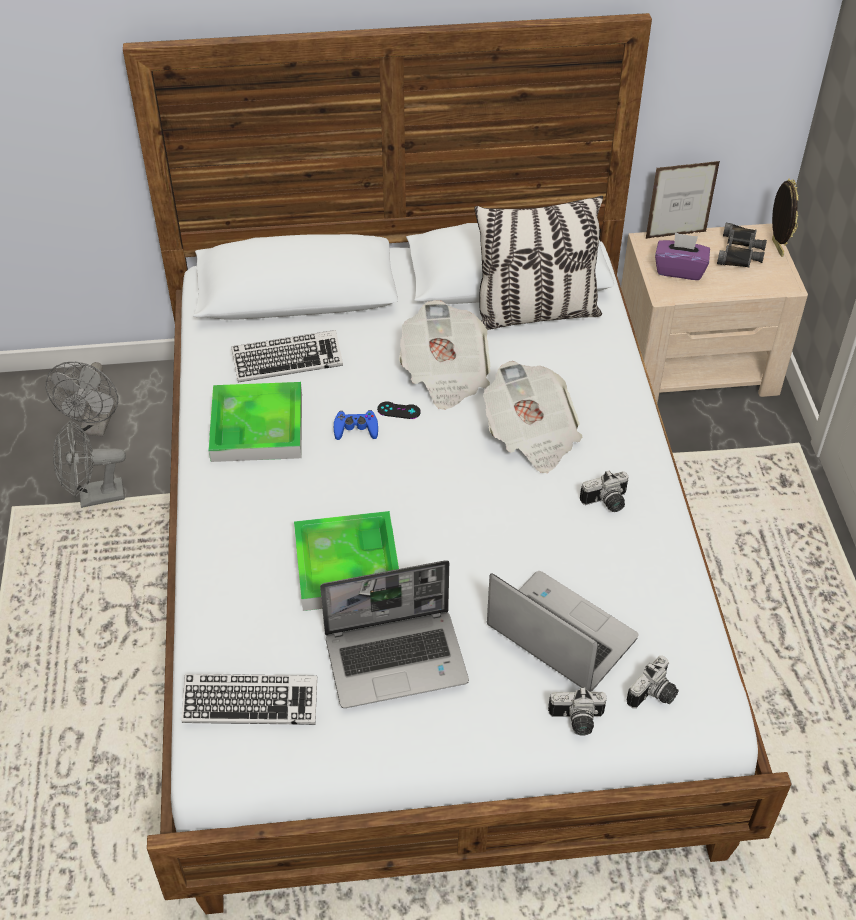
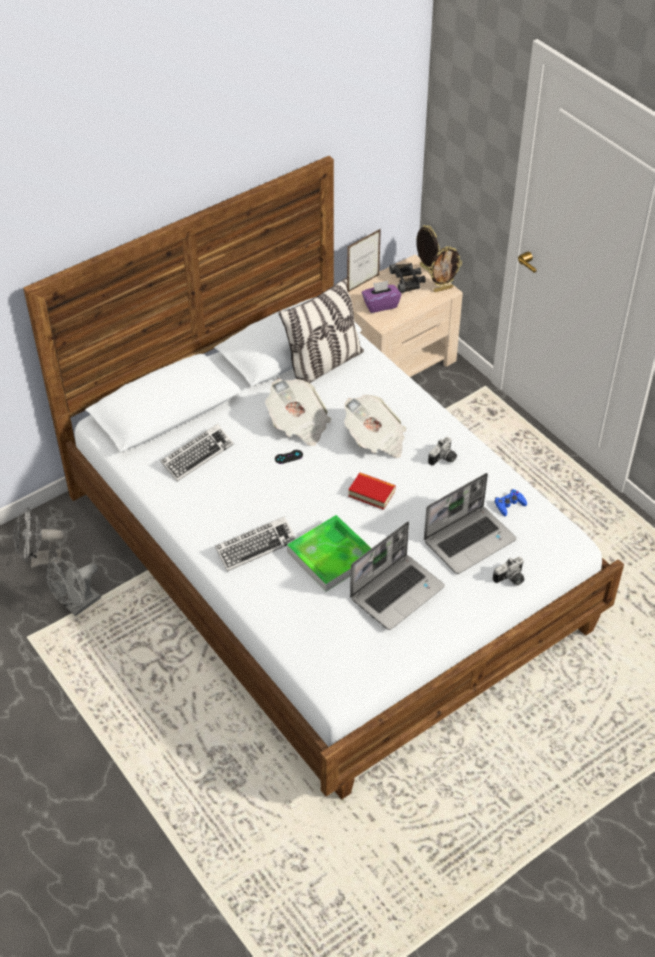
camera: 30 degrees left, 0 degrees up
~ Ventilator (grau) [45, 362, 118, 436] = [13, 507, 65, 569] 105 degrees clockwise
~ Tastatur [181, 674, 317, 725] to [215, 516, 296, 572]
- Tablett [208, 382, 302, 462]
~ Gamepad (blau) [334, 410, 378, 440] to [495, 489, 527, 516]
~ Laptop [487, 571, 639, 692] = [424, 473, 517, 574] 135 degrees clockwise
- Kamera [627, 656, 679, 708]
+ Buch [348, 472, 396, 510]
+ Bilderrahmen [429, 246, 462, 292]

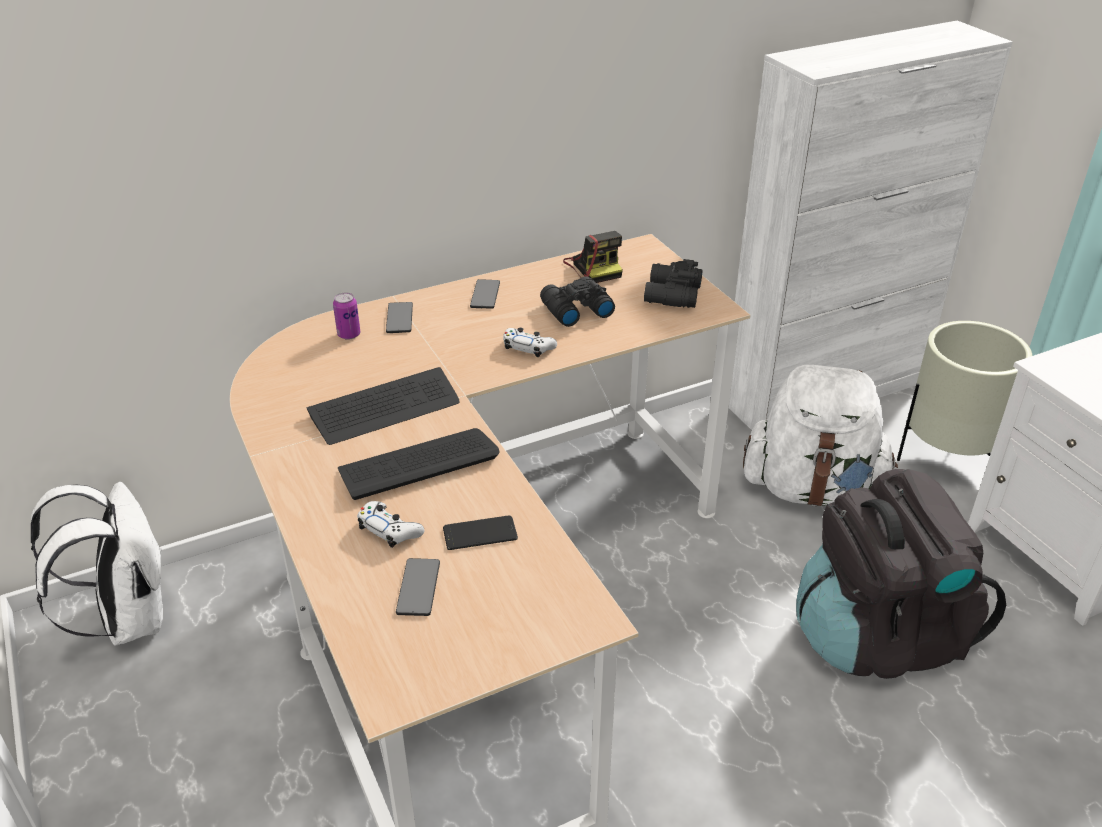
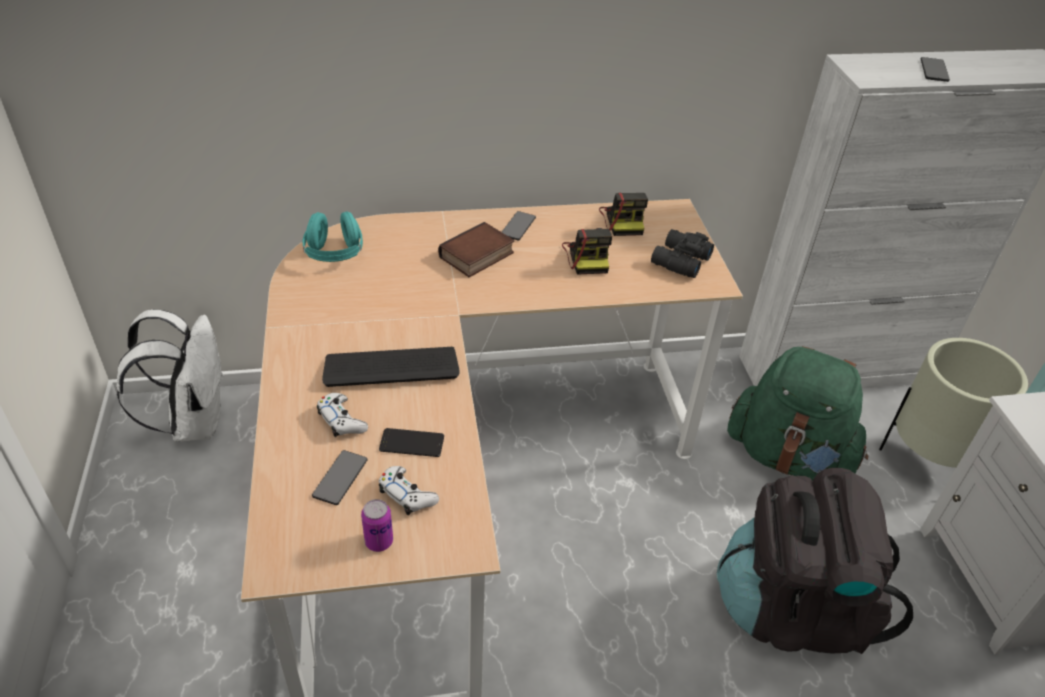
camera: 15 degrees right, 5 degrees up
- Tastatur [307, 367, 459, 445]
~ Dose [333, 292, 360, 340] to [361, 499, 393, 552]
~ Handy [386, 302, 413, 333] to [921, 57, 950, 82]
~ Gamepad (weiß) [503, 328, 557, 357] to [379, 466, 439, 515]
~ Fernglas (schwarz) [540, 276, 615, 327] to Kamera [562, 228, 612, 275]
~ Rucksack (weiß) [743, 365, 898, 507] to Rucksack (grün) [727, 346, 868, 481]
+ Kopfhörer (türkis) [303, 211, 363, 262]
+ Buch [438, 222, 514, 277]

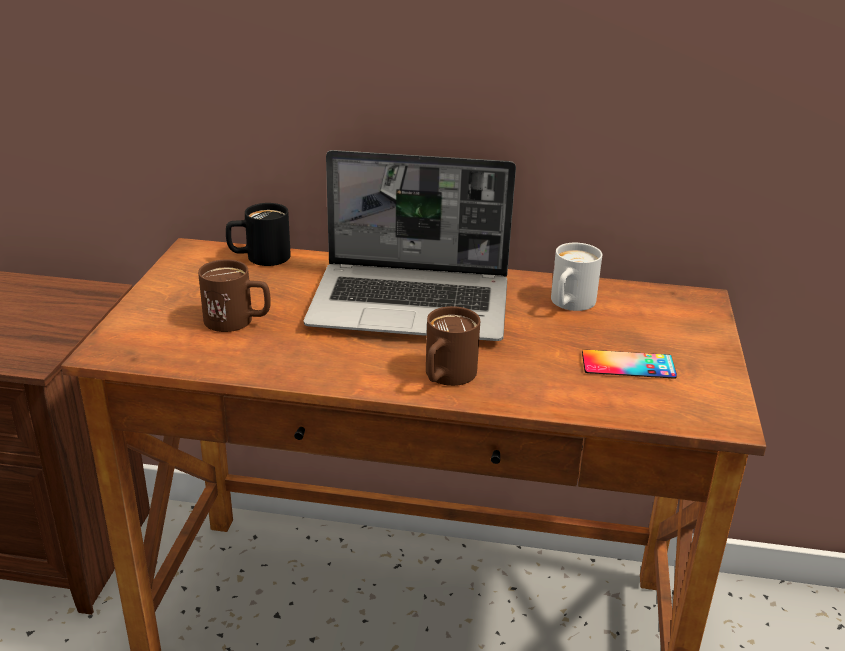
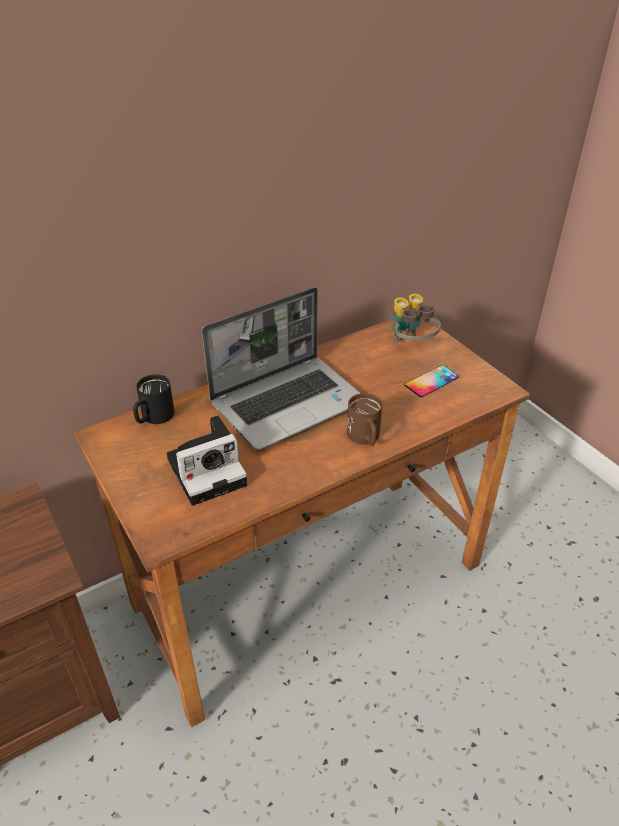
camera: 40 degrees left, 10 degrees up
~ Henkelbecher (braun) [198, 259, 271, 332] to Kamera [167, 415, 247, 506]
- Henkelbecher (weiß) [551, 243, 602, 311]
+ Fernglas [393, 294, 440, 342]

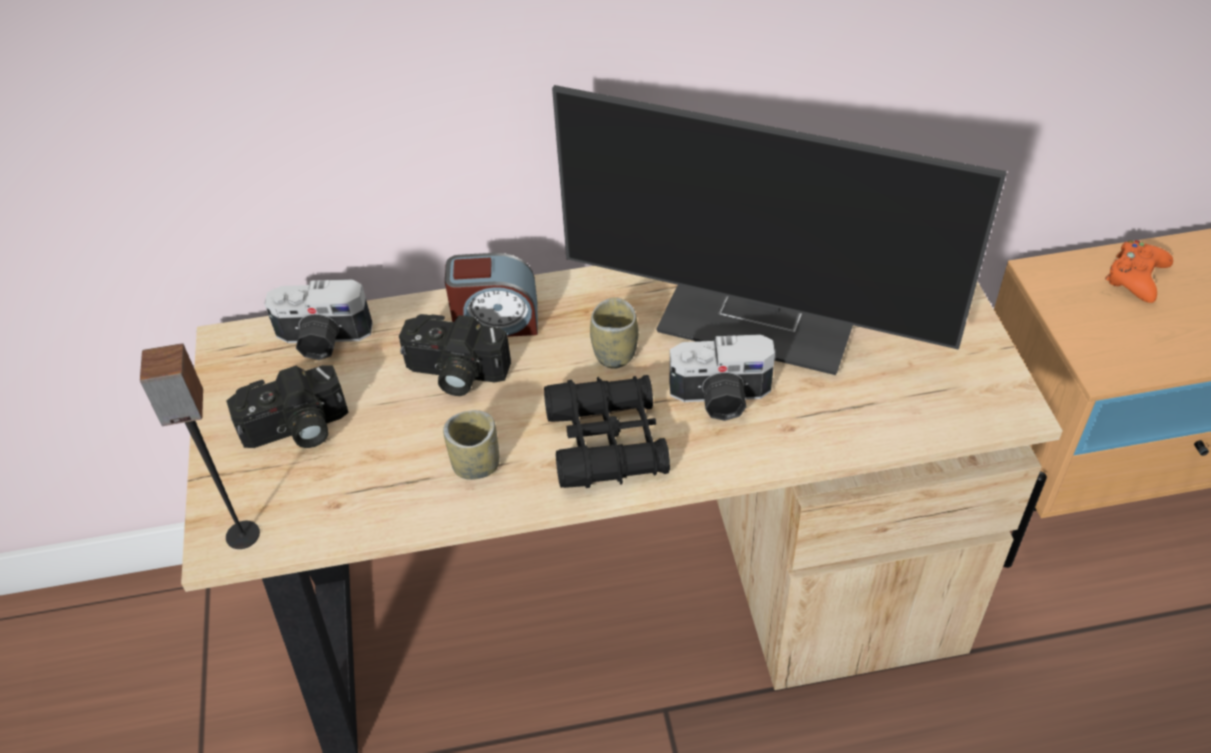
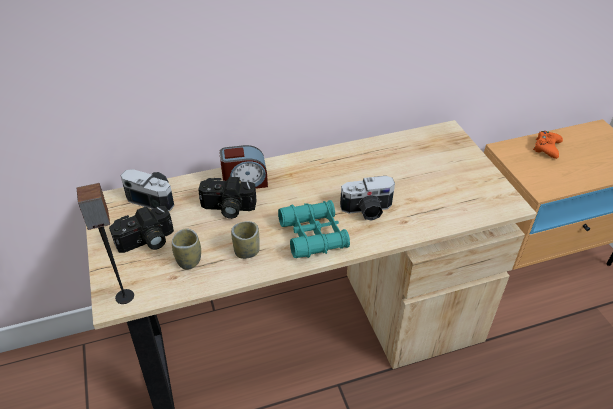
camera: 10 degrees left, 5 degrees down
~ Kamera [264, 279, 373, 360] = [120, 169, 174, 211] 150 degrees counterclockwise
~ Fernglas (schwarz) [544, 375, 670, 488] to Fernglas (türkis) [278, 200, 350, 258]
- Monitor [552, 85, 1007, 375]
~ Tasse [590, 297, 639, 369] to [172, 228, 201, 270]

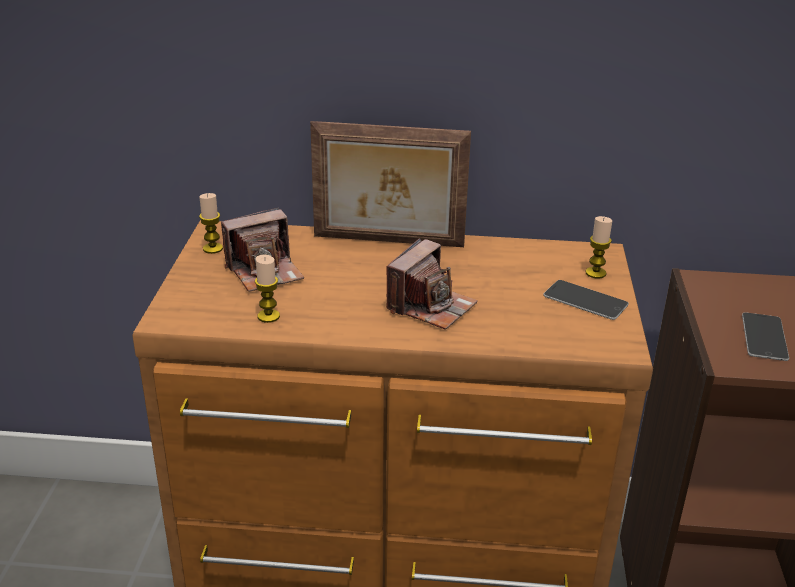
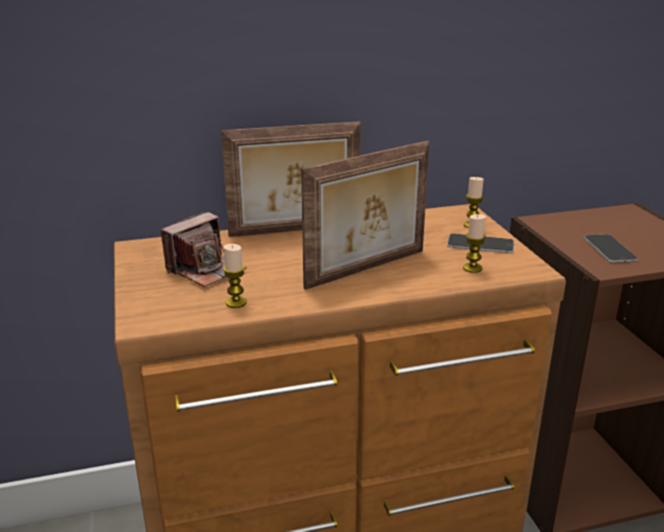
camera: 20 degrees left, 5 degrees down
~ Kerze [199, 193, 223, 254] to [463, 214, 486, 273]
~ Kamera [386, 238, 478, 330] to Bilderrahmen [301, 141, 430, 290]

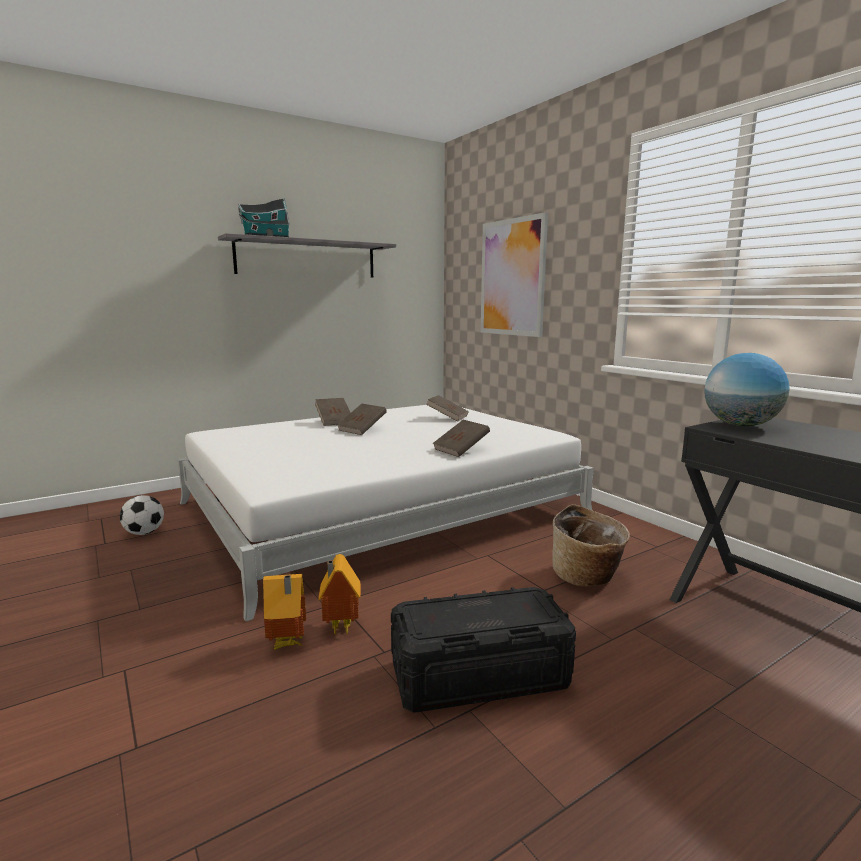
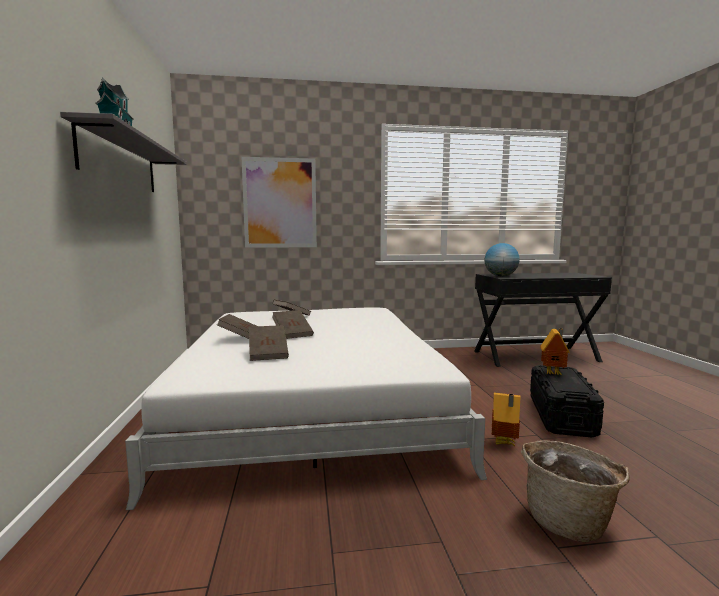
camera: 65 degrees left, 5 degrees down
- Fußball [120, 495, 164, 535]
~ Spielzeughaus [263, 574, 306, 650] to [540, 328, 570, 375]
~ Buch (braun) [432, 420, 490, 457] to [249, 325, 289, 361]
~ Korb [552, 504, 630, 587] to [521, 440, 630, 542]

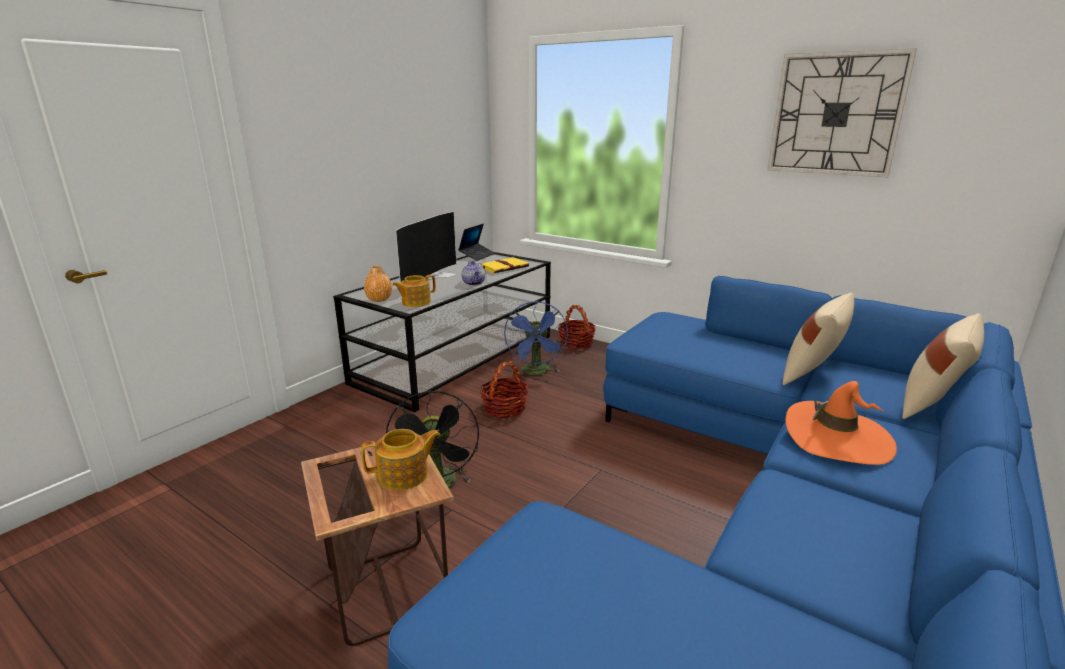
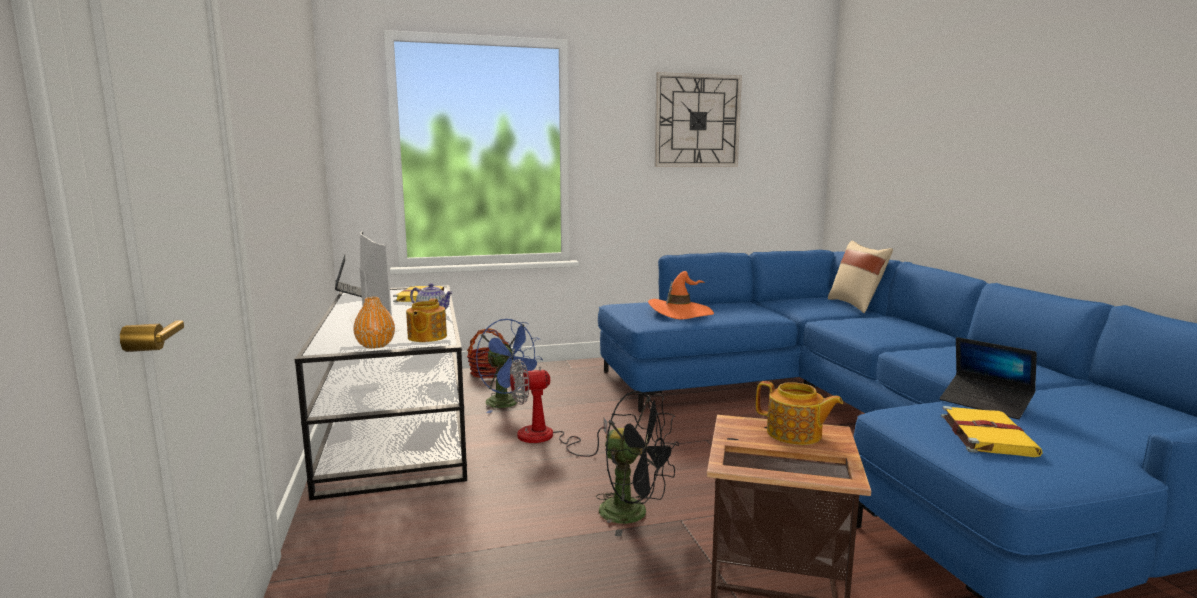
camera: 50 degrees left, 10 degrees down
~ Teekanne [361, 429, 440, 490] = [756, 381, 843, 445] 105 degrees clockwise
~ Korb [480, 361, 529, 418] to Ventilator [510, 359, 607, 457]
- Kissen (beige) [782, 293, 854, 385]
~ Hut (orange) [786, 381, 897, 465] to [648, 271, 714, 320]
+ Laptop [940, 337, 1037, 419]
+ Buch (gelb) [941, 406, 1043, 457]

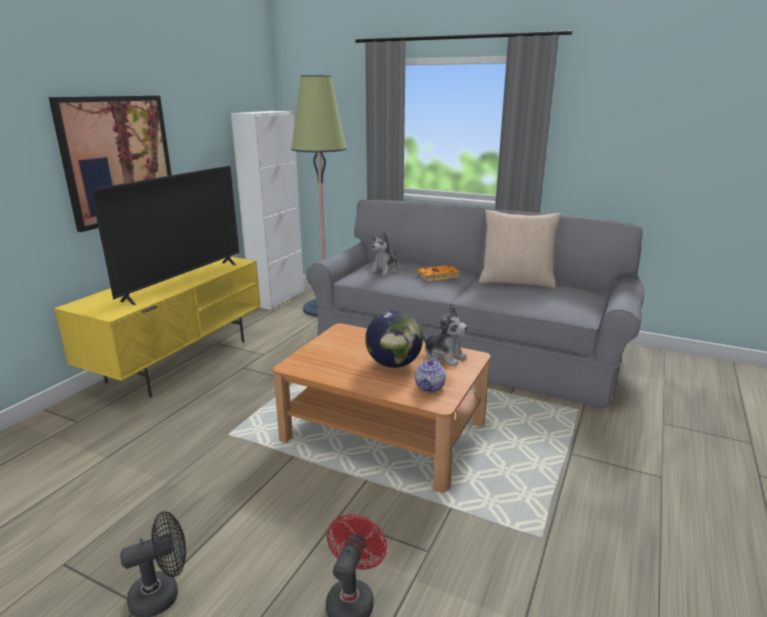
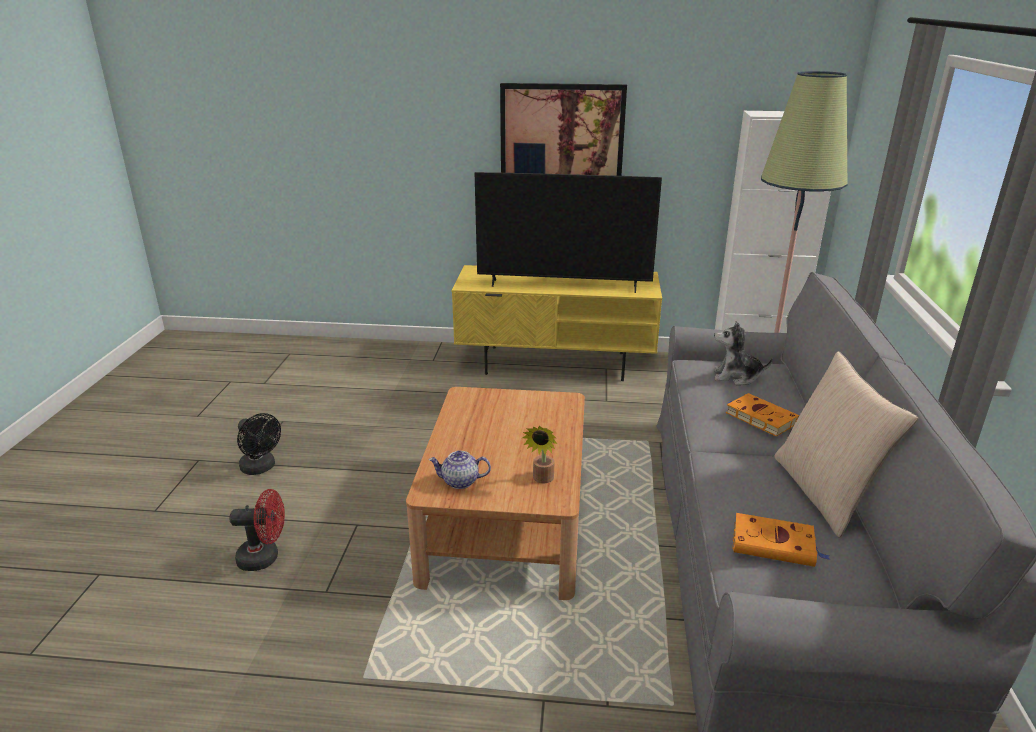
camera: 70 degrees right, 5 degrees up
- Globus [365, 310, 423, 368]
~ Plüschtier [422, 307, 468, 366] to Topfpflanze [522, 426, 557, 483]
+ Buch (orange) [732, 513, 830, 567]

